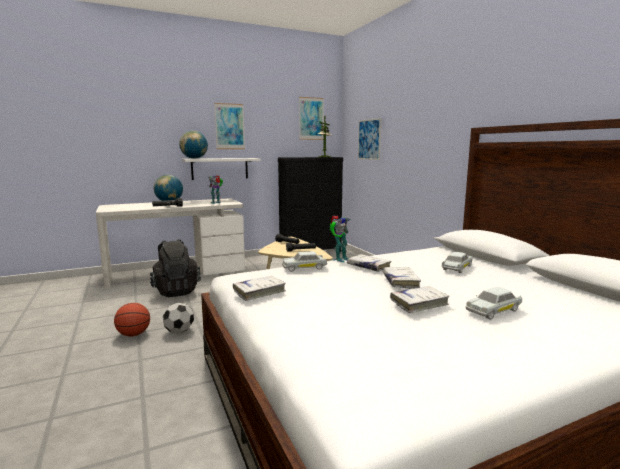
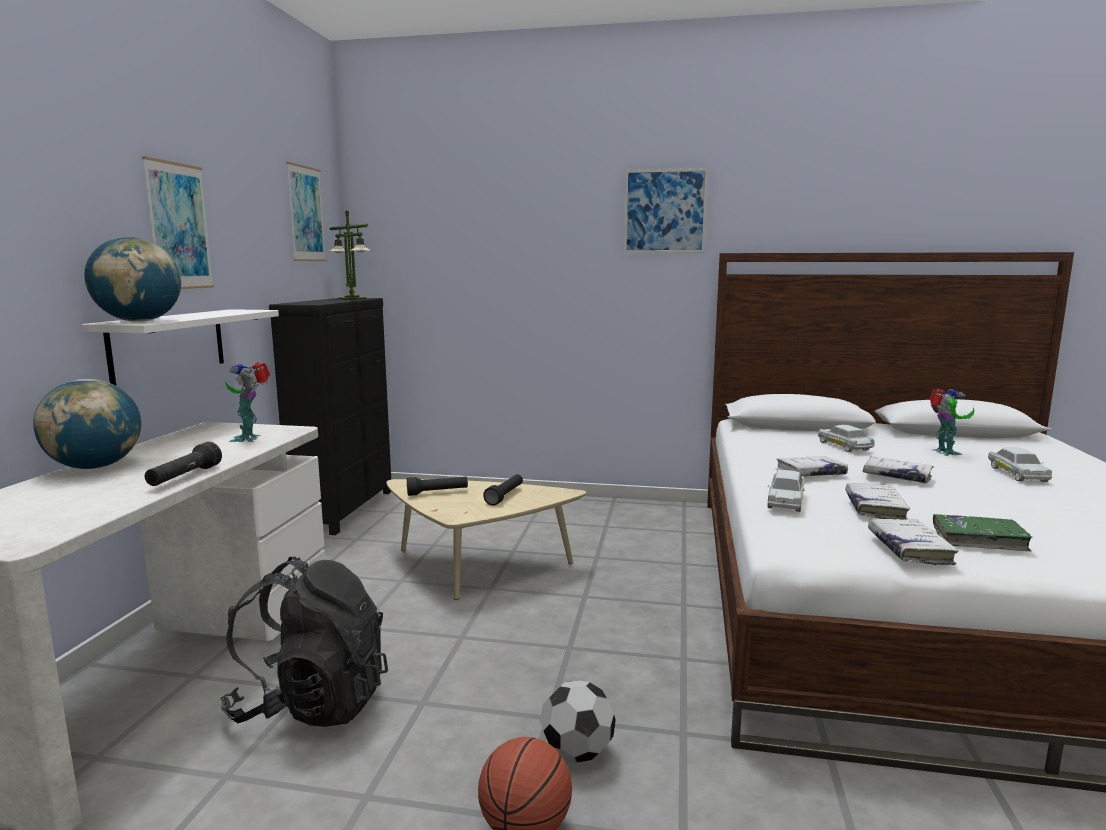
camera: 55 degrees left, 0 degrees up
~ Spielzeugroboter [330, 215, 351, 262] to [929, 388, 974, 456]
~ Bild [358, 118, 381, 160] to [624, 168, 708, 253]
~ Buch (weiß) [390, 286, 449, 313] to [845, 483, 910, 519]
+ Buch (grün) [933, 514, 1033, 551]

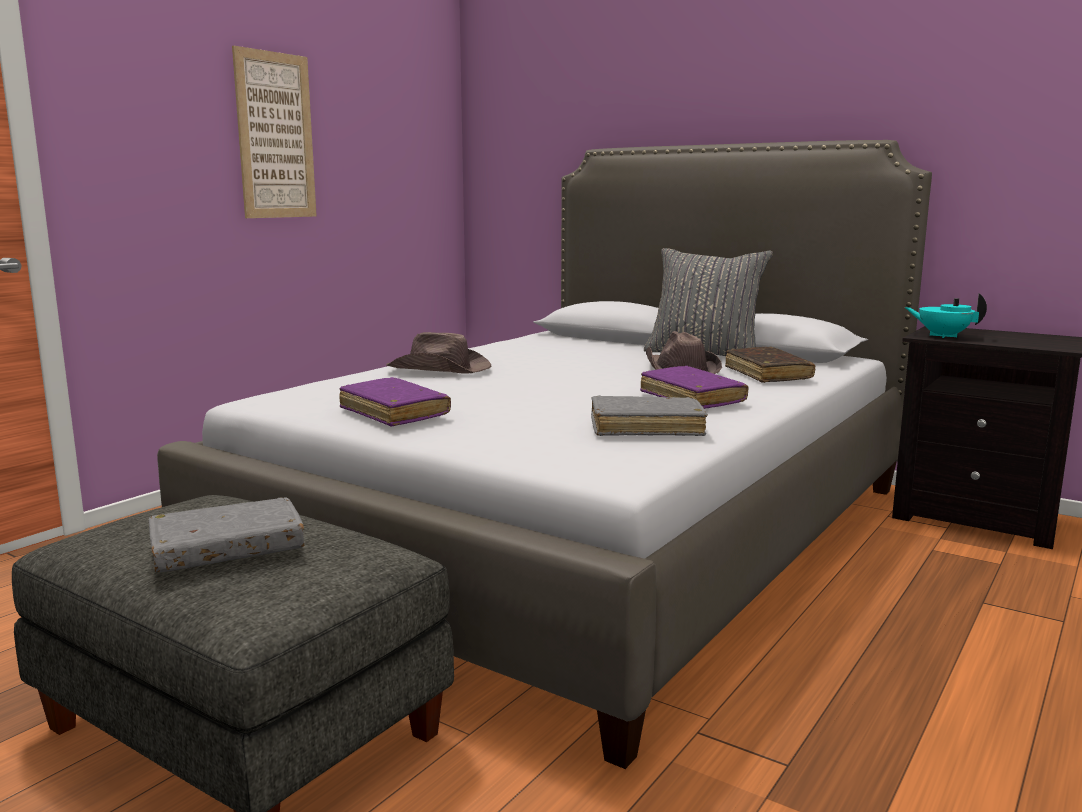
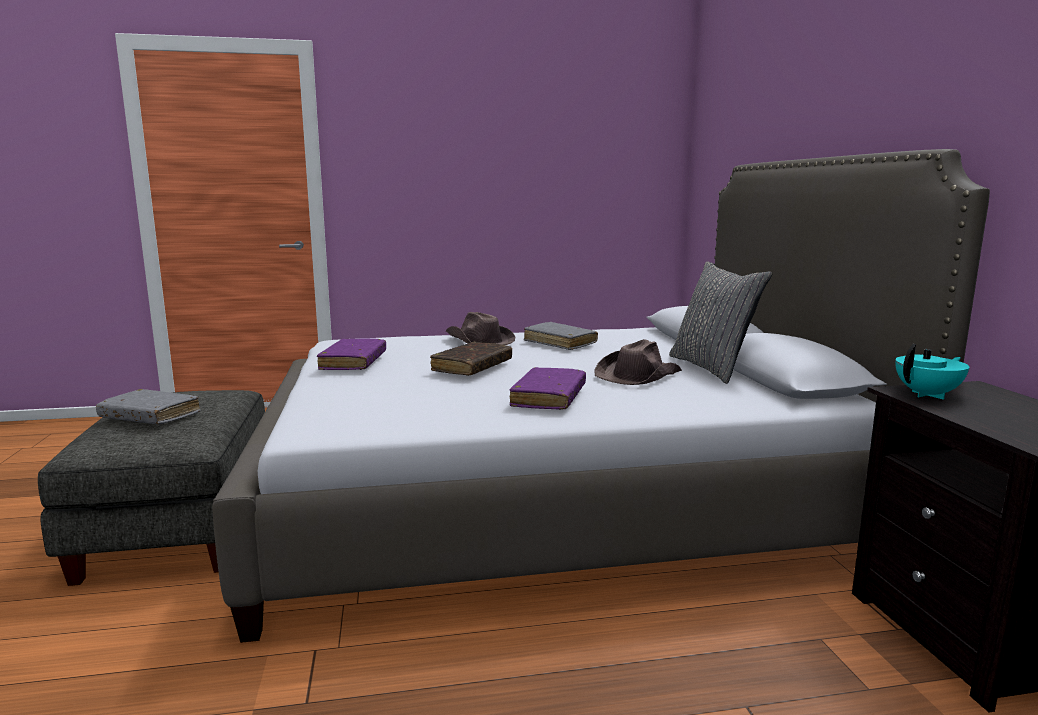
camera: 45 degrees right, 0 degrees up
- Bild [232, 46, 317, 218]
~ Buch (grau) [591, 395, 708, 436] to [524, 322, 598, 350]
~ Buch (braun) [725, 347, 815, 383] to [430, 342, 512, 376]
~ Teekanne (türkis) [905, 293, 987, 338] = [895, 344, 969, 400] 75 degrees clockwise

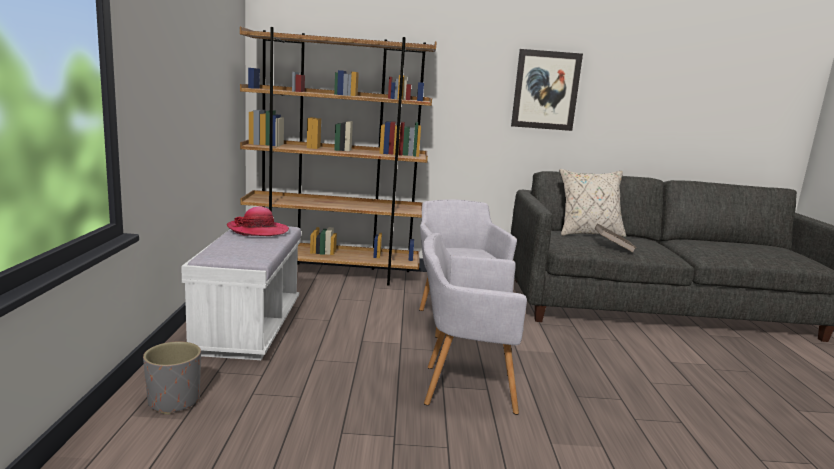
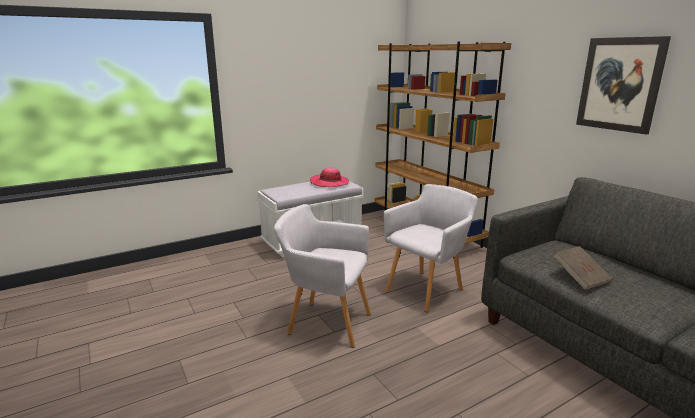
camera: 60 degrees right, 5 degrees up
- Pflanzkübel (grau) [143, 341, 201, 415]
~ Sessel (grau) [423, 233, 527, 415] = [274, 204, 371, 348] 45 degrees counterclockwise
- Kissen (beige) [559, 169, 626, 237]

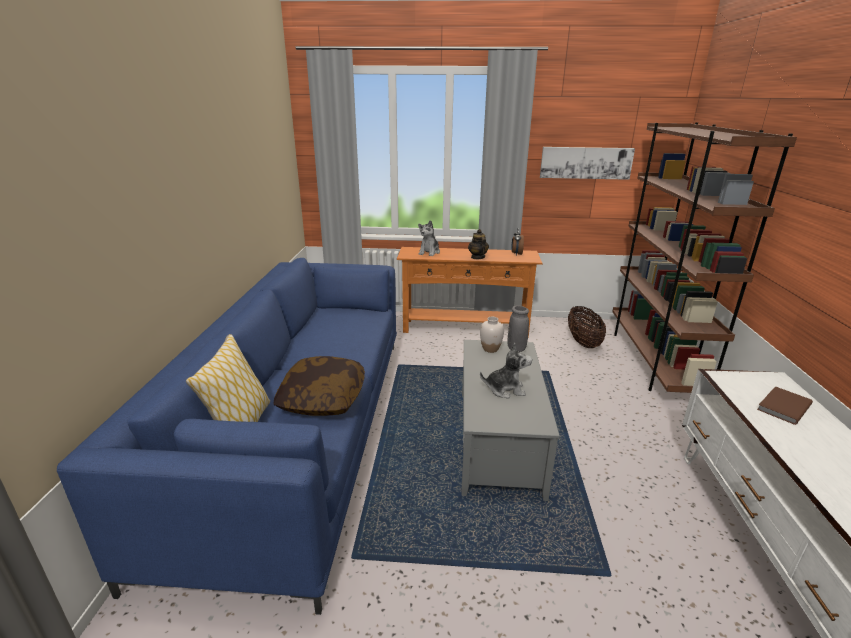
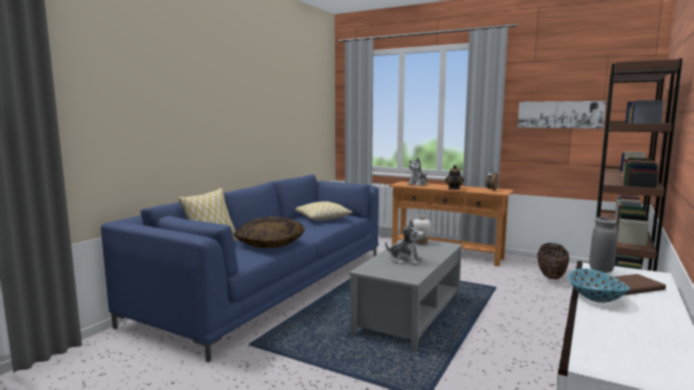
camera: 25 degrees right, 15 degrees down
~ Vase (grau) [508, 305, 529, 352] to [589, 217, 617, 273]
+ Kissen [295, 201, 352, 221]
+ Schüssel [568, 268, 630, 303]

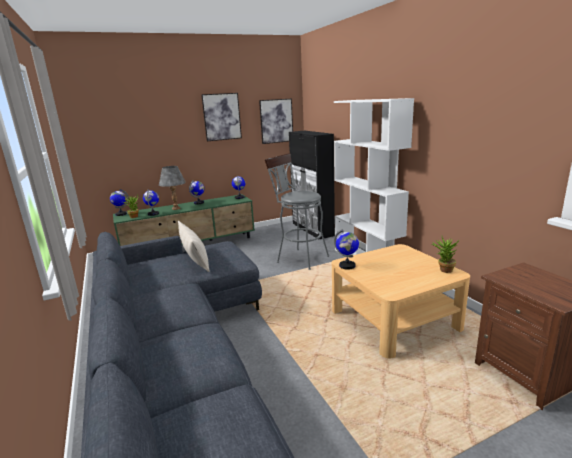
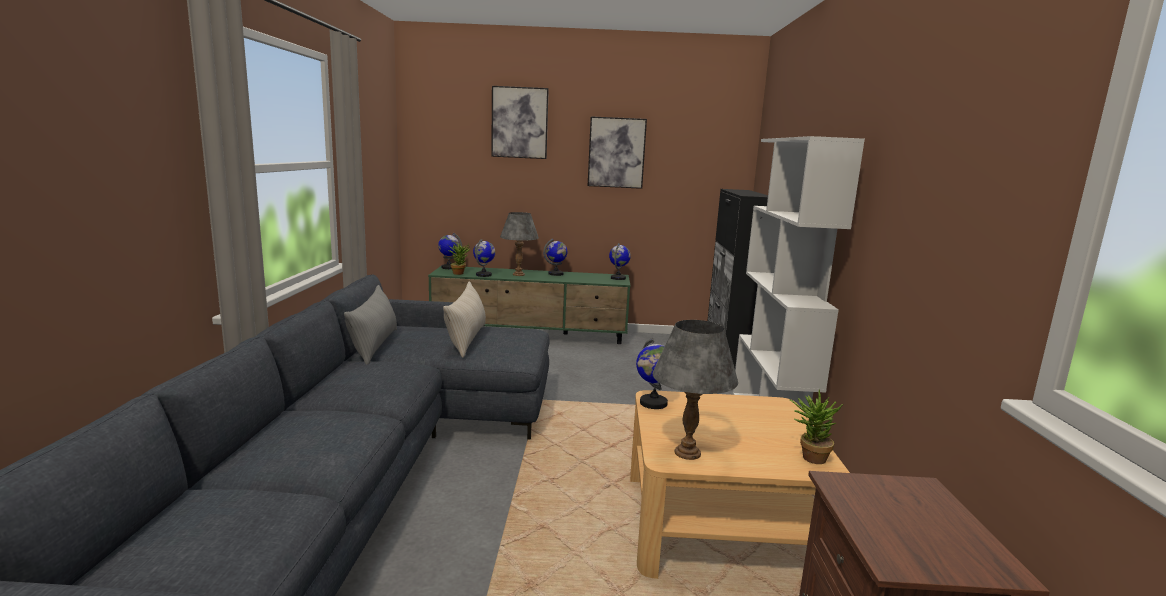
camera: 25 degrees right, 5 degrees down
~ Bild [259, 99, 293, 144] to [491, 86, 549, 159]
- Hocker (grau) [265, 153, 329, 270]
+ Kissen (grau) [344, 285, 397, 365]
+ Tischlampe (grau) [652, 320, 738, 460]

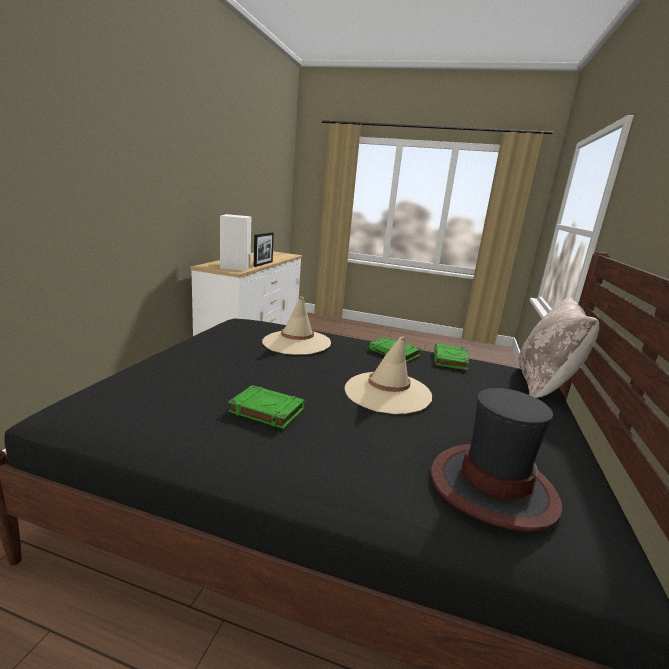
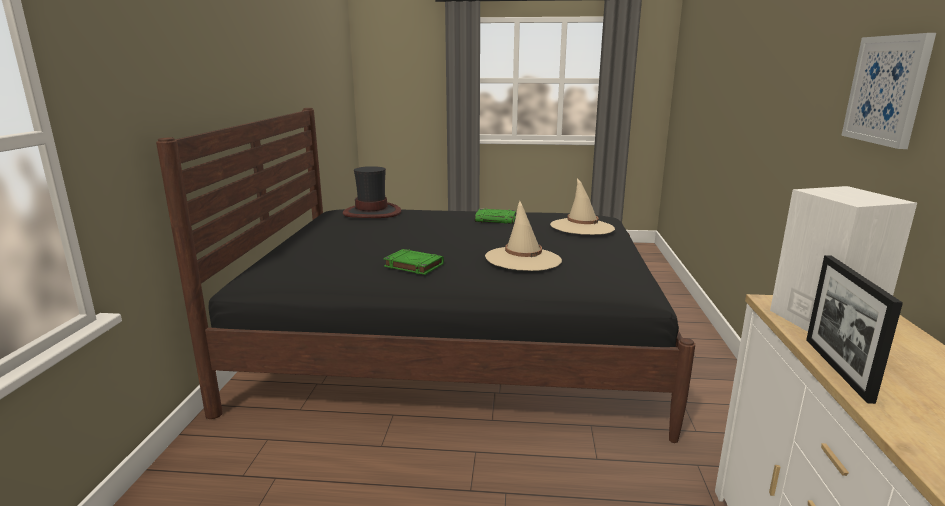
camera: 170 degrees right, 0 degrees up
~ Hut (beige) [345, 337, 432, 414] to [550, 179, 615, 235]
- Buch (grün) [434, 344, 469, 370]
- Kissen (beige) [518, 297, 599, 398]
+ Bild [841, 33, 936, 149]

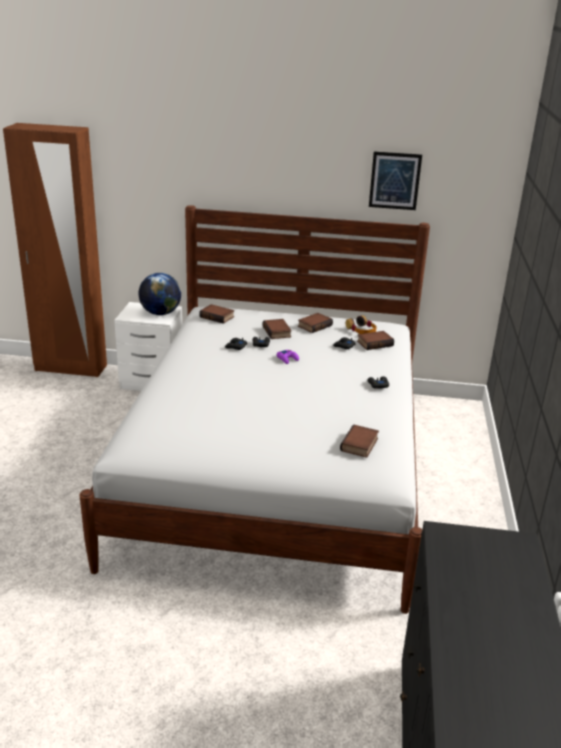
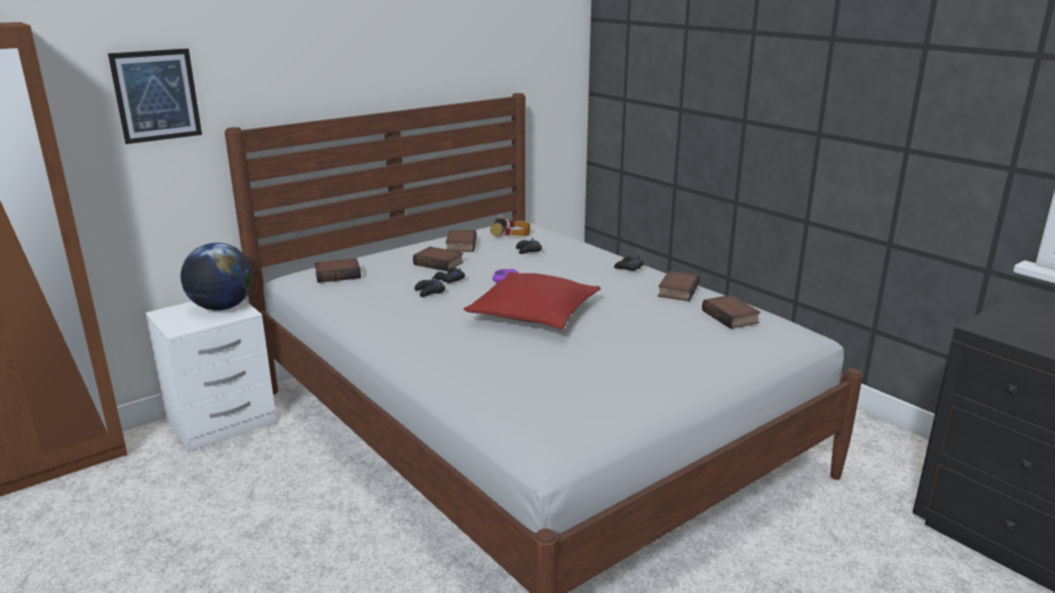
camera: 45 degrees left, 5 degrees down
~ Buch [357, 331, 394, 350] to [658, 271, 700, 301]
~ Bild [369, 151, 422, 210] to [108, 48, 202, 144]
+ Kissen (rot) [464, 272, 601, 330]

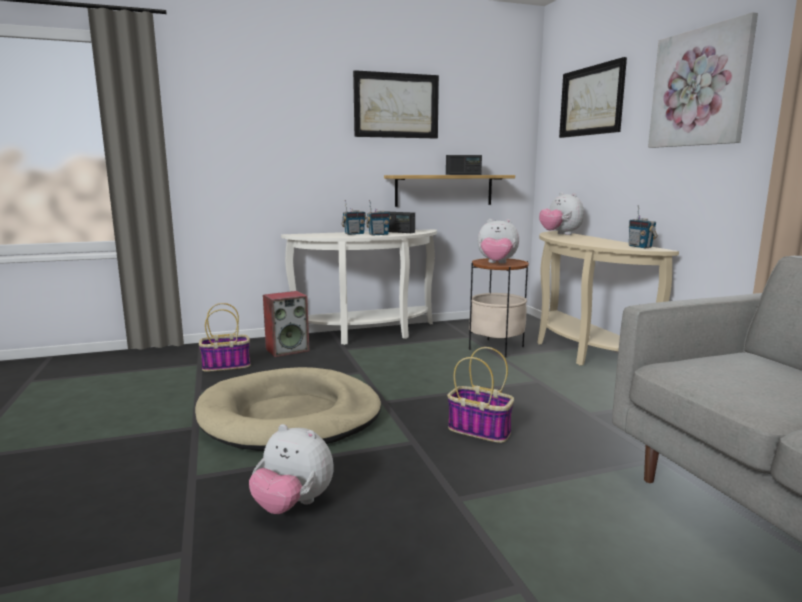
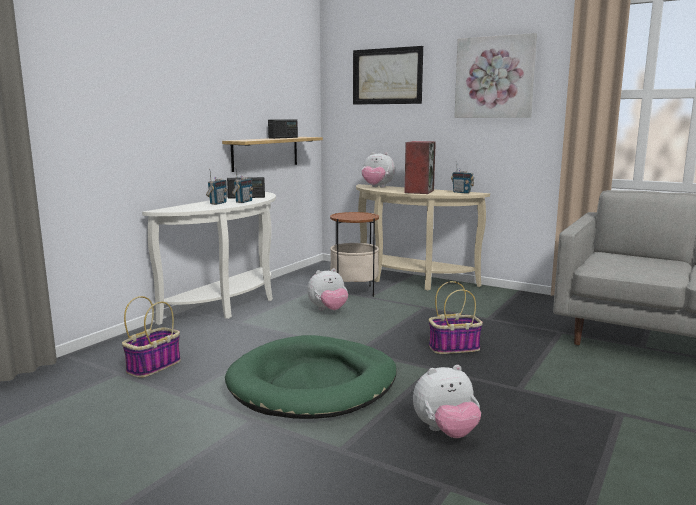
camera: 40 degrees left, 0 degrees up
~ Hundebett (beige) [195, 367, 381, 451] to Hundebett (grün) [225, 335, 397, 419]
~ Lautsprecher [263, 291, 310, 357] to [405, 141, 436, 194]
- Bild [353, 70, 439, 138]
~ Plüschtier [478, 219, 519, 263] to [307, 268, 348, 310]

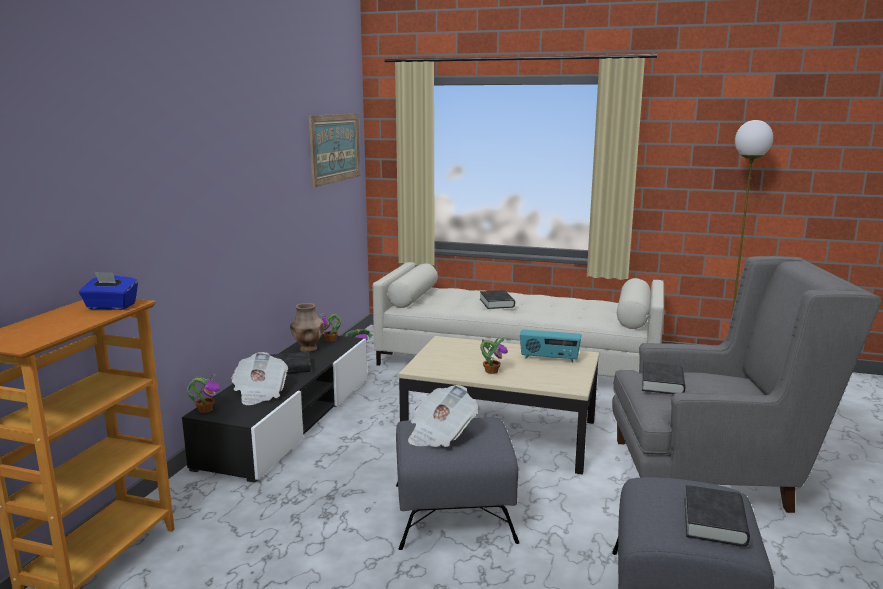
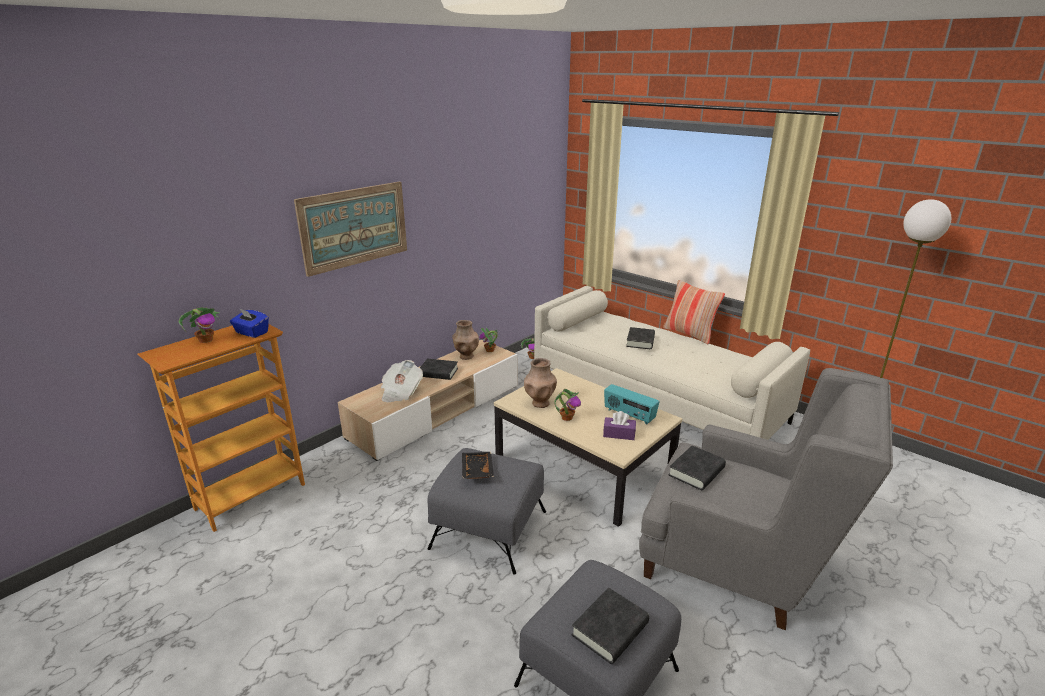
camera: 25 degrees right, 10 degrees up
~ Fernsehschrank (schwarz) [182, 334, 367, 483] to Fernsehschrank (beige) [338, 340, 518, 461]
~ Topfpflanze [187, 374, 220, 413] to [179, 307, 219, 343]
~ Bild [309, 114, 360, 188] to [294, 182, 407, 277]
~ Zeitung [408, 385, 478, 447] to Tablett (schwarz) [462, 452, 494, 479]
+ Vase (braun) [524, 358, 557, 408]
+ Taschentuchbox (lila) [603, 411, 636, 440]
+ Kissen [663, 280, 725, 344]

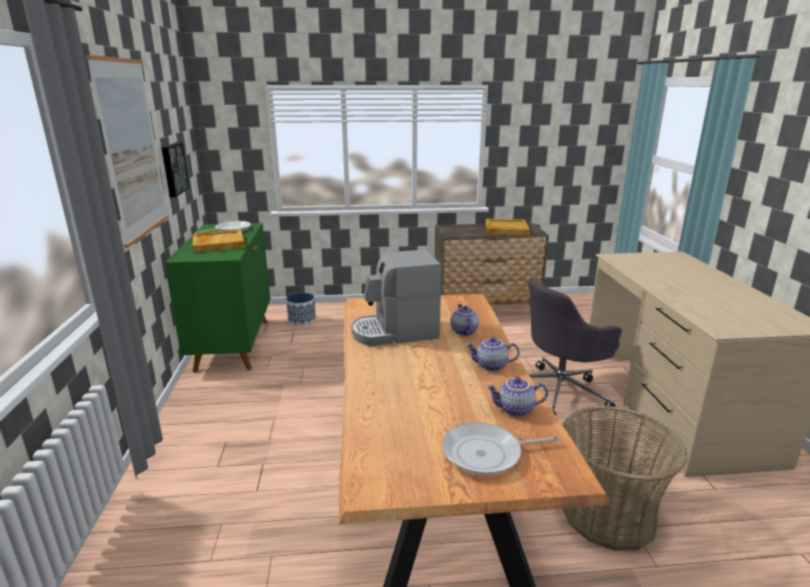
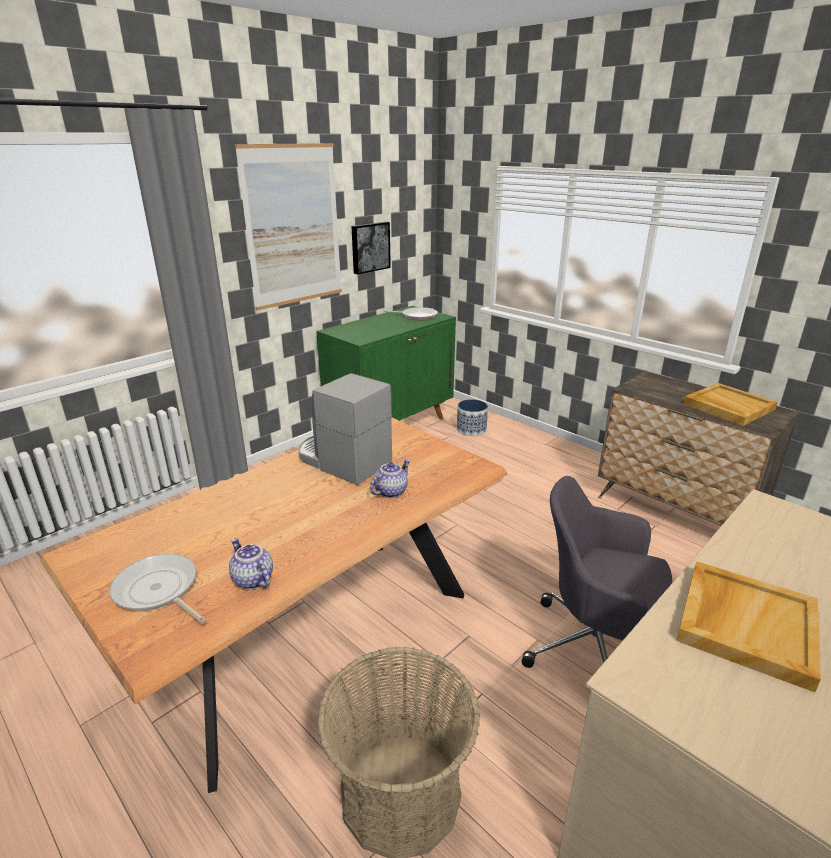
camera: 50 degrees right, 5 degrees up
~ Tablett (beige) [192, 230, 245, 253] to [676, 561, 821, 692]
- Teekanne [466, 337, 520, 371]

